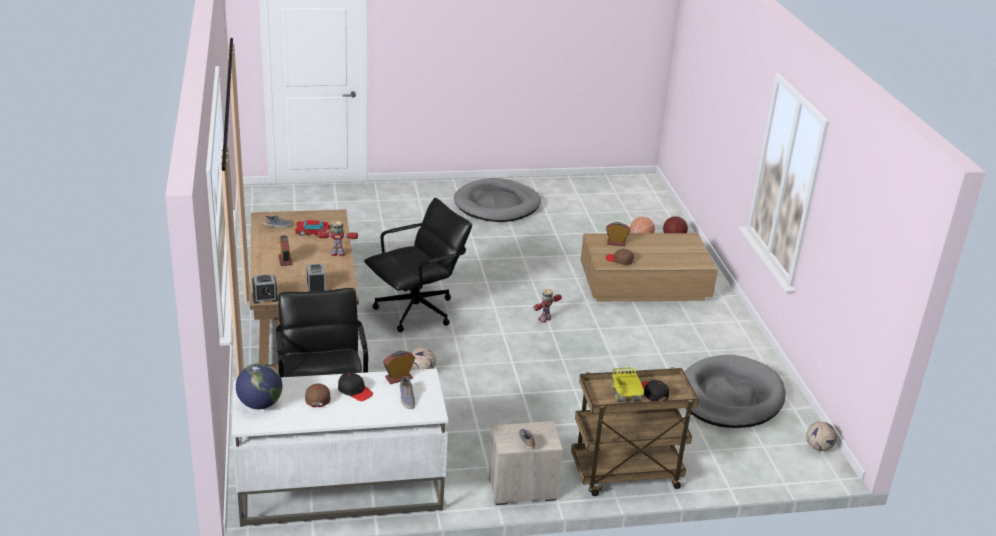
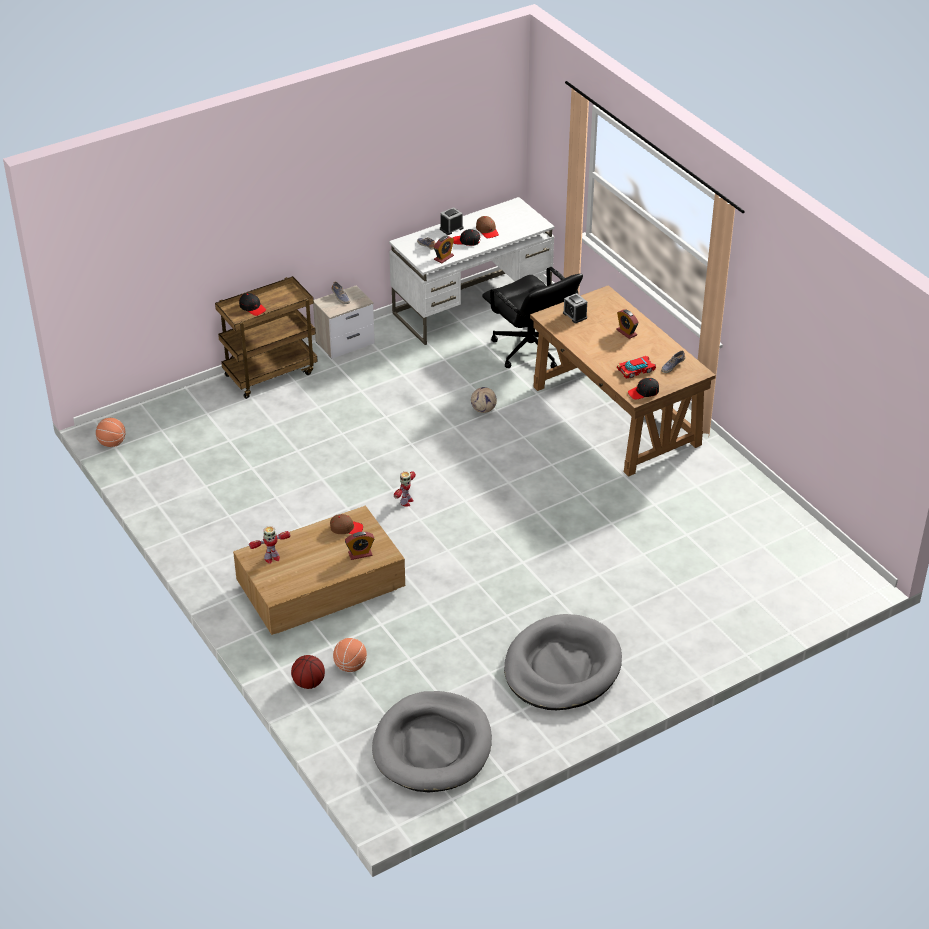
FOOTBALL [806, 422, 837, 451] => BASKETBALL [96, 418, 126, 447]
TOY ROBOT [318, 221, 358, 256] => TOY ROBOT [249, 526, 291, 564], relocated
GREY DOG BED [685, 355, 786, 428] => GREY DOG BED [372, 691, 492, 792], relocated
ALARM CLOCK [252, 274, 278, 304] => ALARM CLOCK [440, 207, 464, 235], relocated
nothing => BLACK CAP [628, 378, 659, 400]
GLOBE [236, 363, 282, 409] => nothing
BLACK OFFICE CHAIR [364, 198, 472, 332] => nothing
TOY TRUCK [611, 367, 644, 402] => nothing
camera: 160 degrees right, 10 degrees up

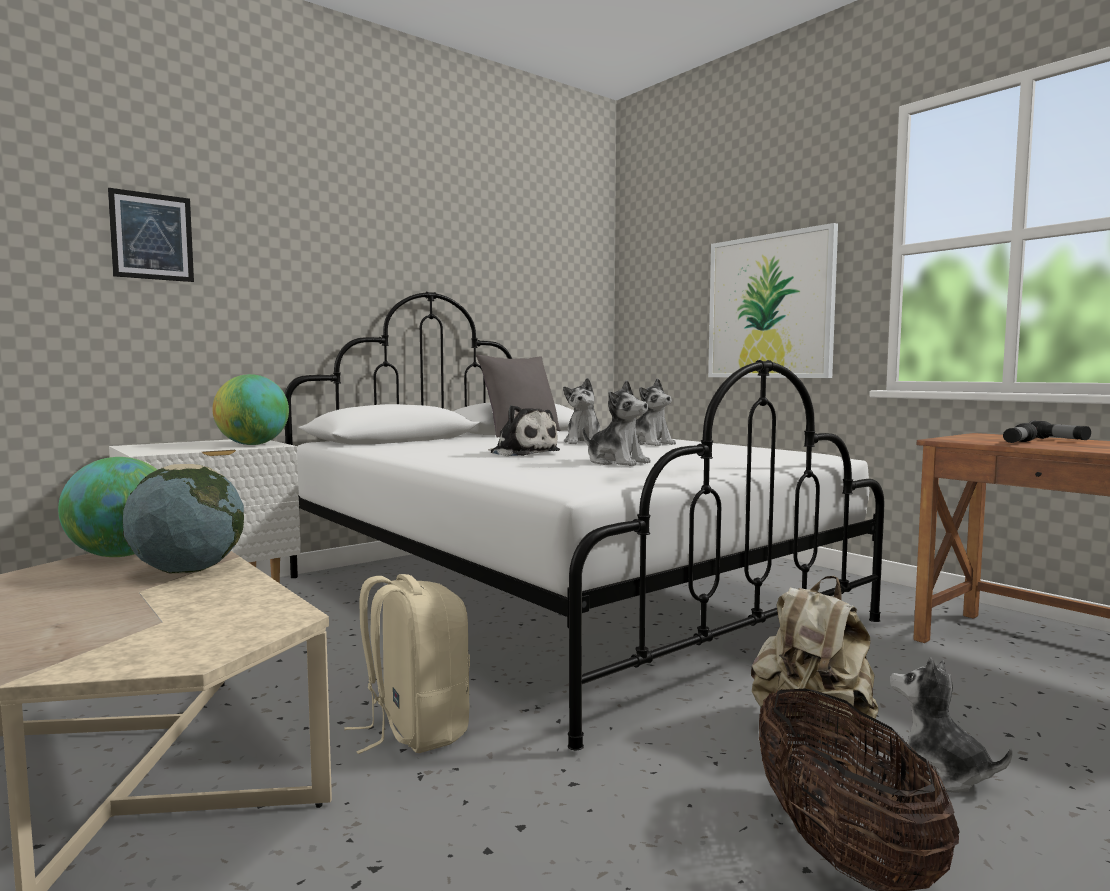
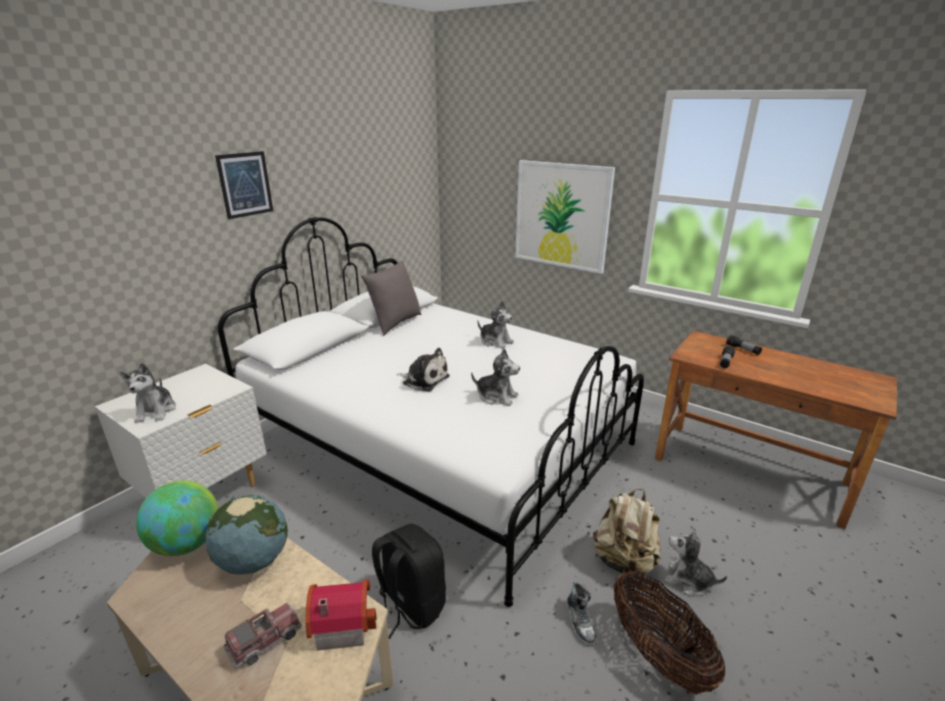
PLUSH TOY [563, 378, 601, 444] => PLUSH TOY [119, 363, 176, 423], relocated
PICTURE [108, 188, 194, 282] => PICTURE [215, 151, 273, 219], relocated
nothing => TOY TRUCK [223, 603, 302, 669]
nothing => TOY HOUSE [305, 579, 377, 651]
BEIGE BACKPACK [344, 574, 470, 754] => BLACK BACKPACK [372, 524, 446, 639]
nothing => SHOE [567, 582, 596, 646]
GLOBE [212, 374, 289, 445] => nothing
camera: 15 degrees left, 20 degrees up

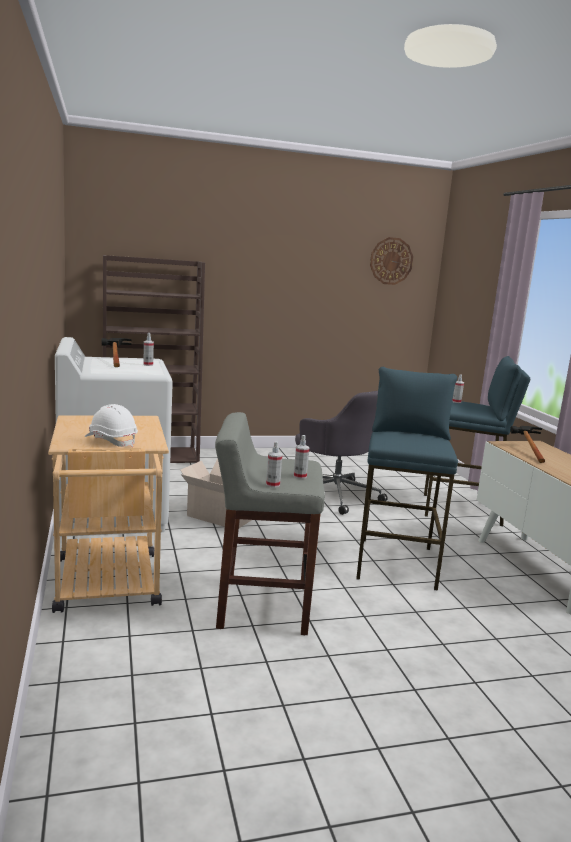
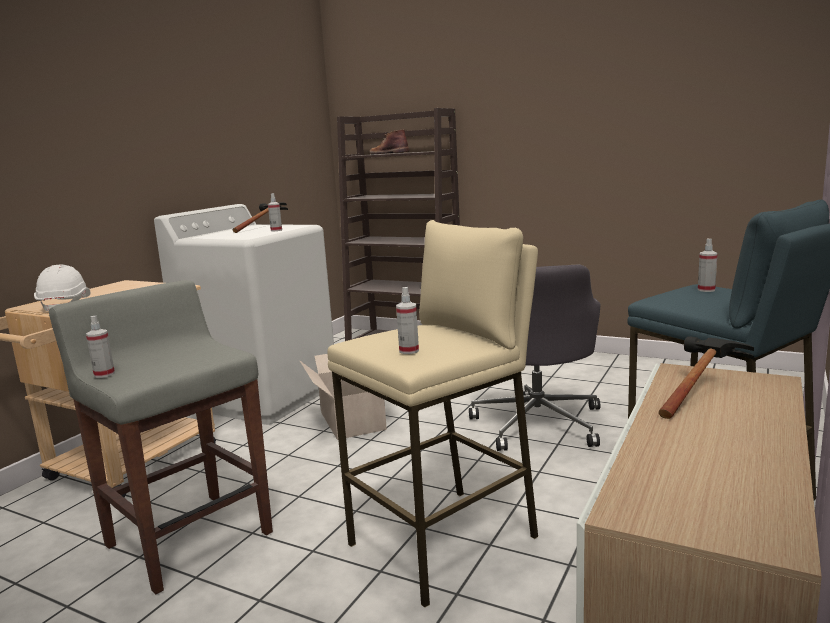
BLUE STOOL [356, 367, 458, 591] => BEIGE STOOL [327, 220, 539, 608]
nothing => BROWN BOOT [369, 129, 409, 154]
SPRAY BOTTLE [294, 435, 309, 479] => SPRAY BOTTLE [396, 287, 419, 354], relocated
WALL CLOCK [370, 237, 413, 285] => nothing
camera: 45 degrees right, 0 degrees up

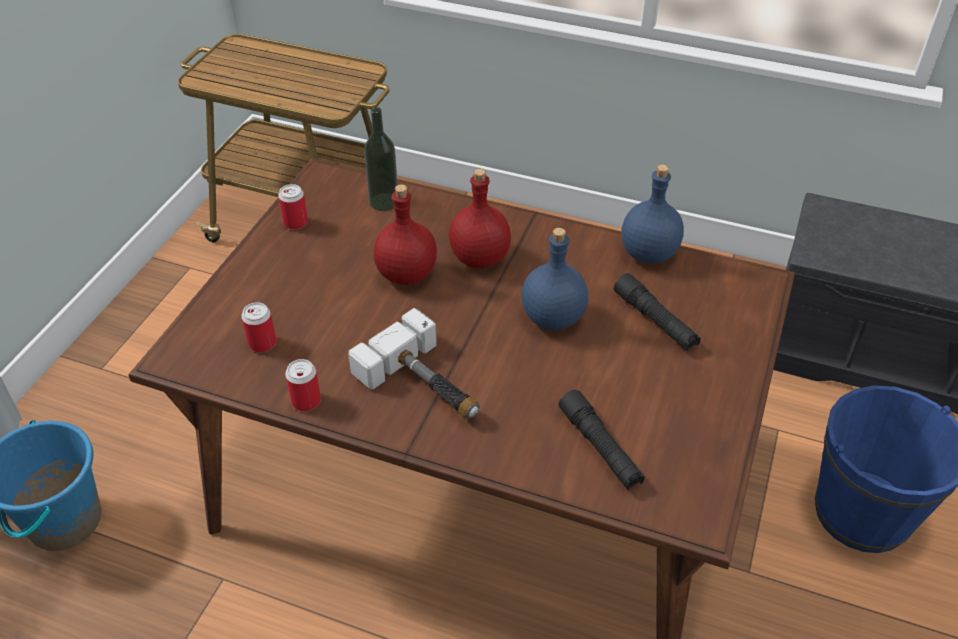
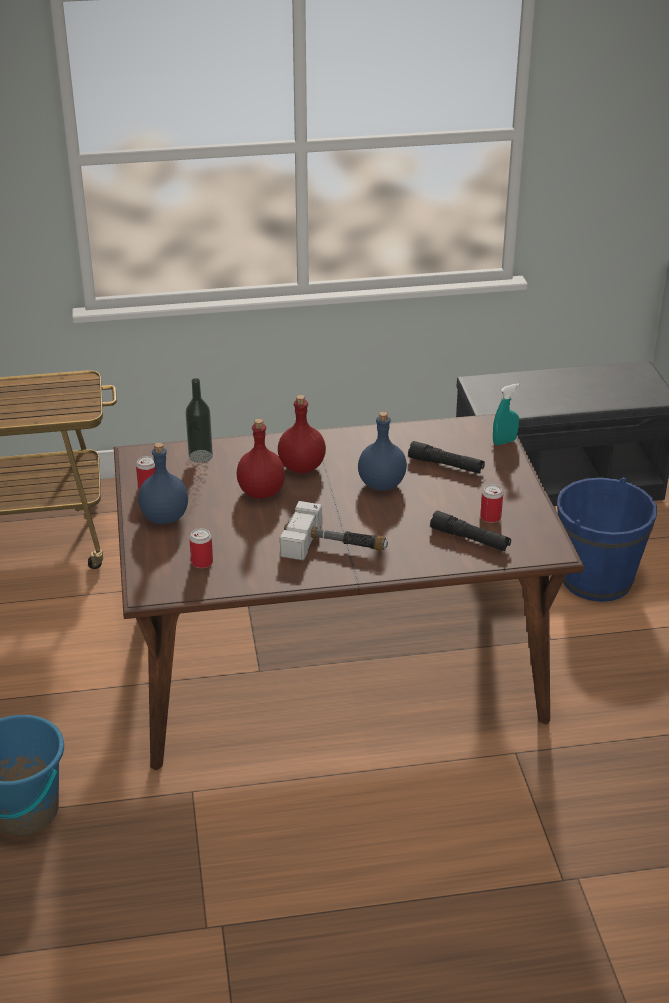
BLUE BOTTLE [621, 164, 684, 264] => BLUE BOTTLE [138, 443, 188, 524], relocated
CAN [285, 359, 321, 411] => CAN [480, 485, 503, 523], relocated
nothing => TURQUOISE SPRAY BOTTLE [493, 383, 519, 445]
camera: 30 degrees left, 10 degrees down

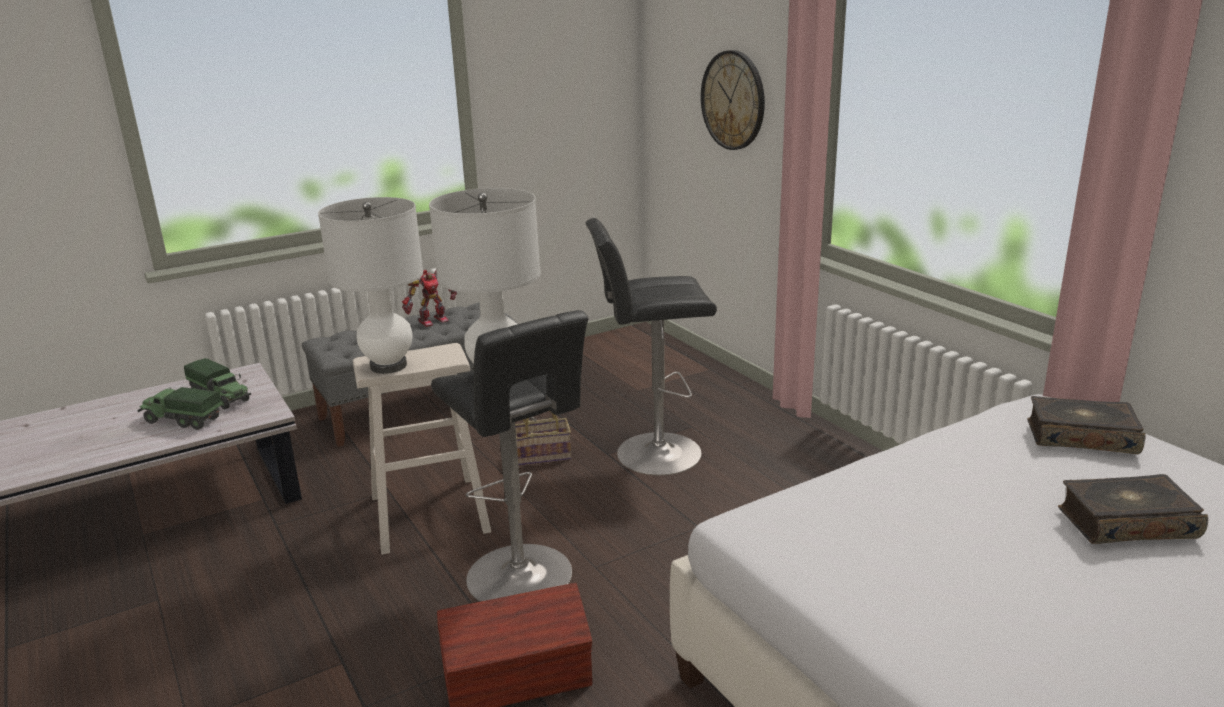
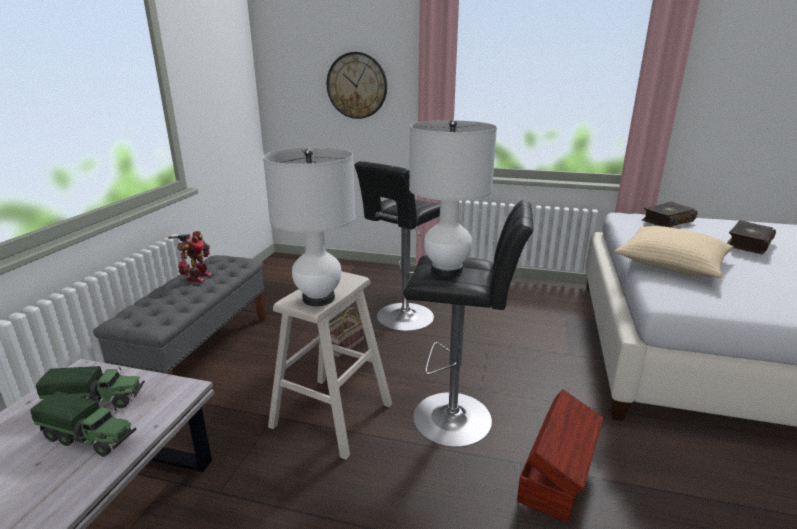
TOY TRUCK [137, 387, 222, 430] => TOY TRUCK [30, 391, 136, 457], 135 degrees counterclockwise
nothing => BEIGE PILLOW [615, 226, 733, 278]
camera: 45 degrees left, 0 degrees up

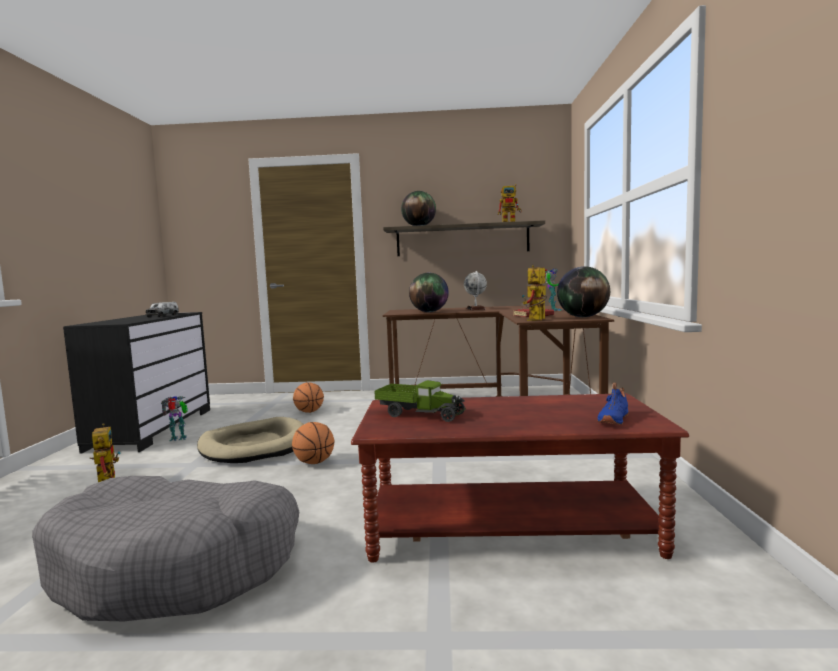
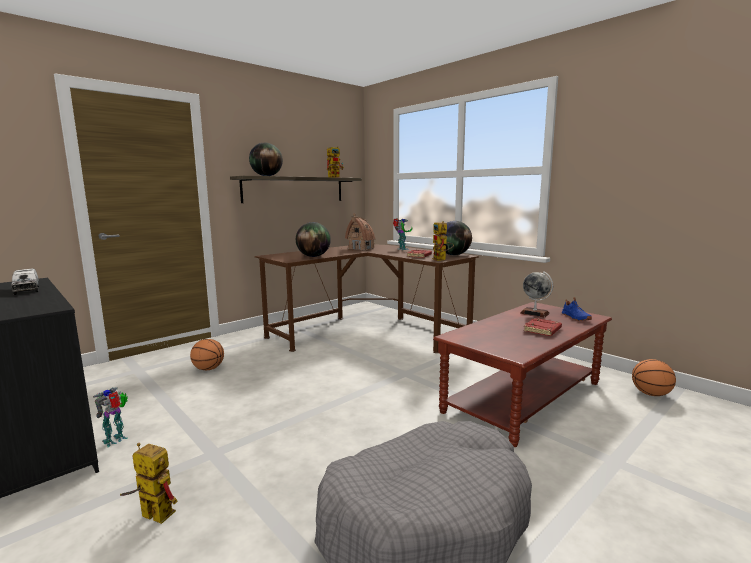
nothing => TOY HOUSE [345, 213, 375, 250]
GLOBE [464, 271, 487, 310] => GLOBE [520, 271, 553, 318], relocated
nothing => RED BOOK [523, 318, 562, 336]
BASKETBALL [292, 422, 334, 464] => BASKETBALL [632, 359, 676, 396], relocated
BEIGE DOG BED [197, 417, 304, 463] => nothing
TOY TRUCK [374, 380, 466, 422] => nothing
camera: 45 degrees left, 5 degrees up

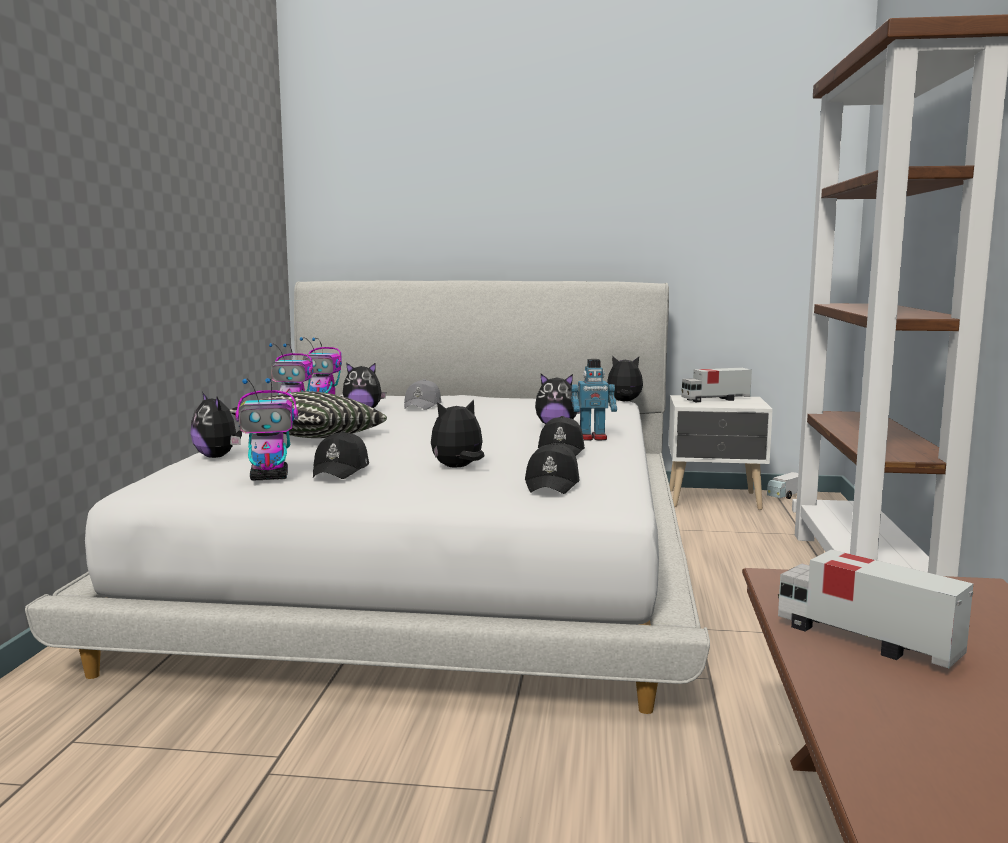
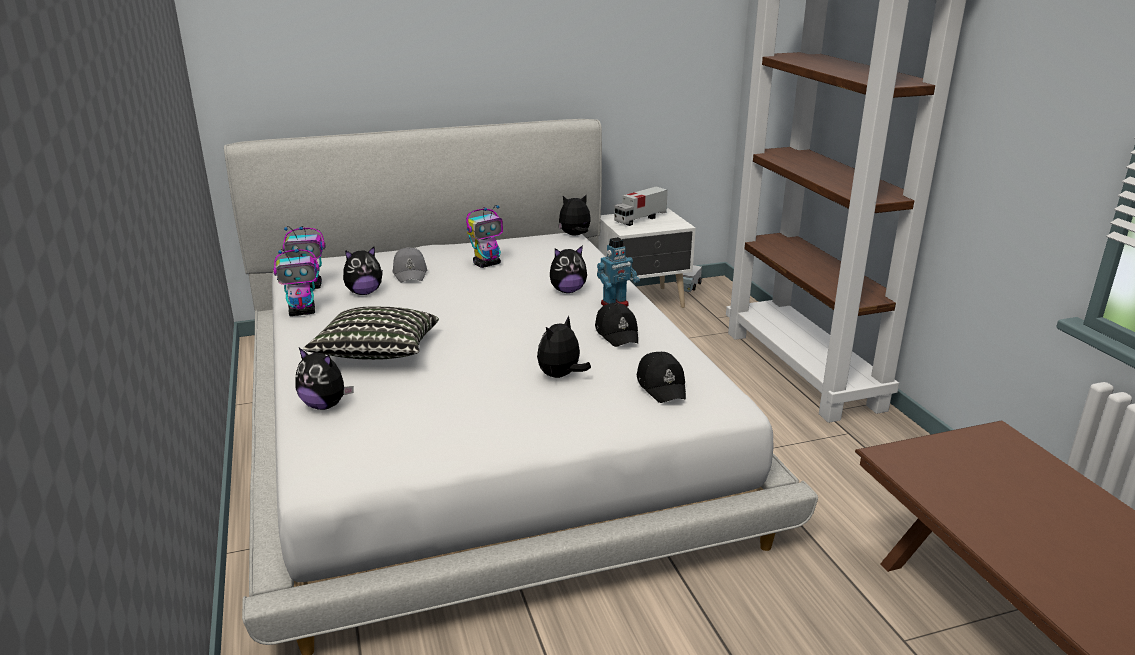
TOY ROBOT [235, 378, 298, 480] => TOY ROBOT [466, 205, 503, 268], relocated
BLACK CAP [313, 431, 369, 479] => nothing
TOY TRUCK [778, 550, 973, 668] => nothing
camera: 25 degrees left, 15 degrees up

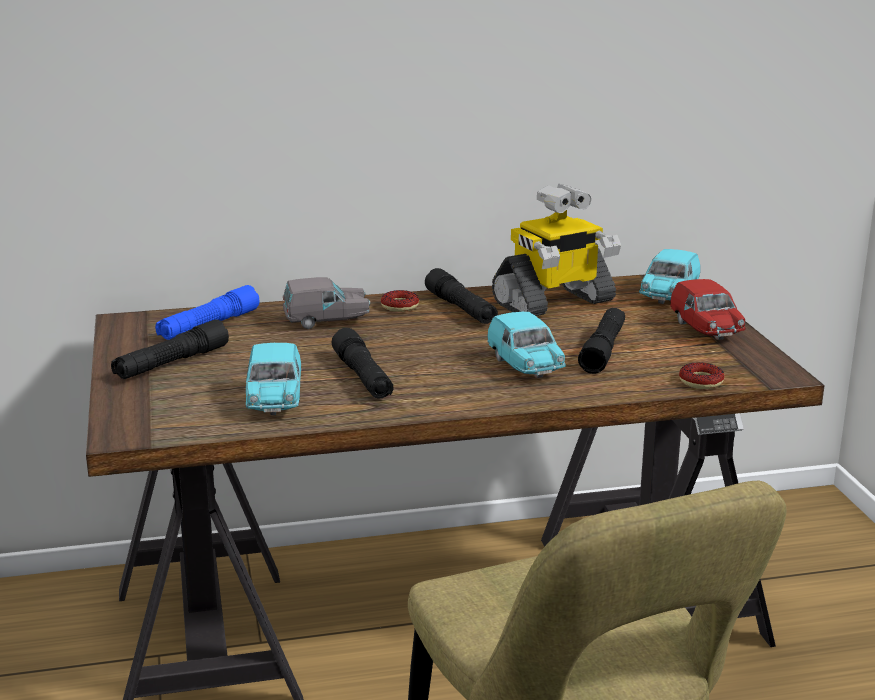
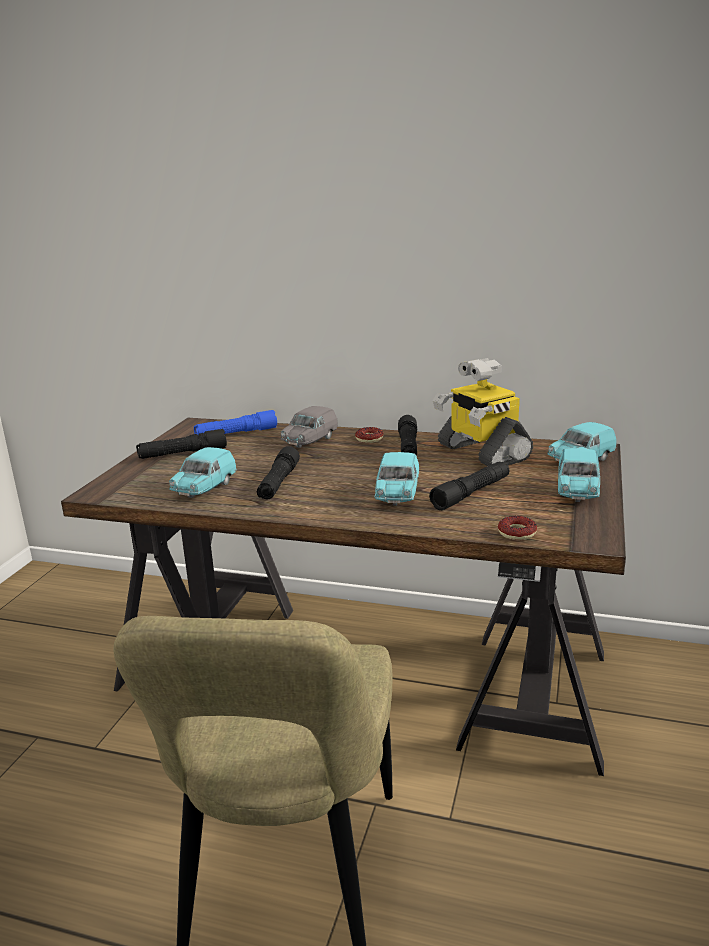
GREY TOY CAR [283, 277, 370, 329] => GREY TOY CAR [280, 406, 338, 448], 105 degrees clockwise
TOY ROBOT [492, 183, 621, 316] => TOY ROBOT [433, 358, 533, 466], 60 degrees clockwise
RED TOY CAR [670, 279, 746, 340] => TURQUOISE TOY CAR [558, 448, 600, 502]
camera: 30 degrees right, 0 degrees up

